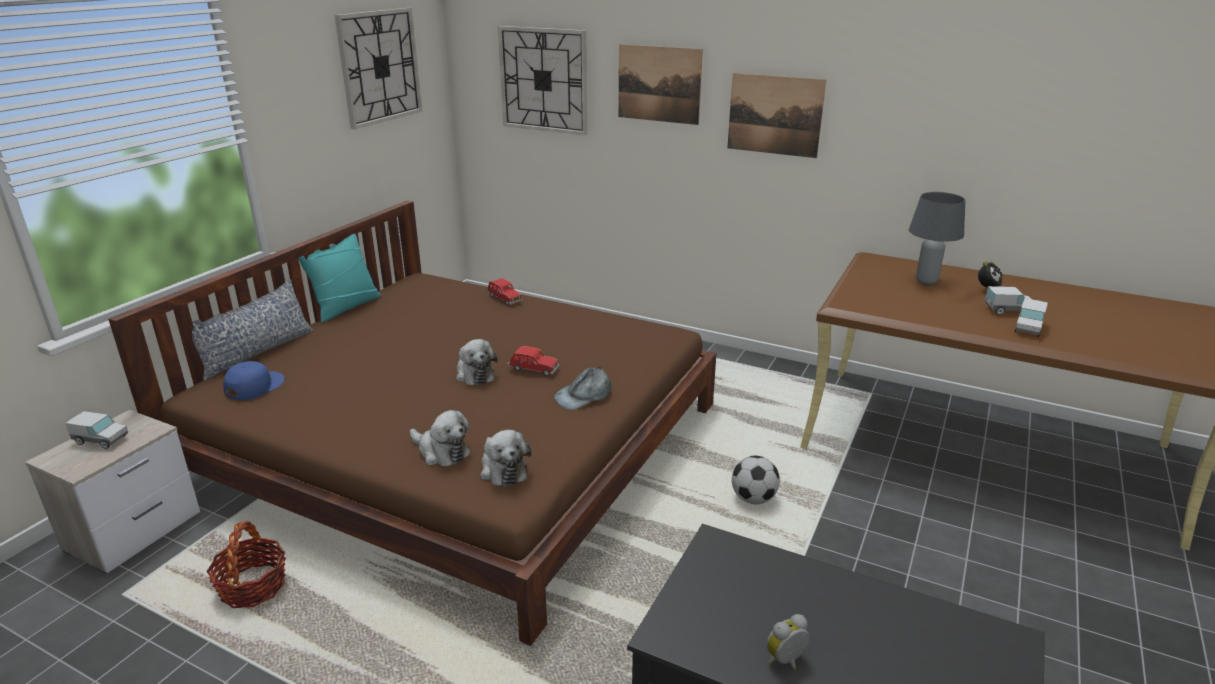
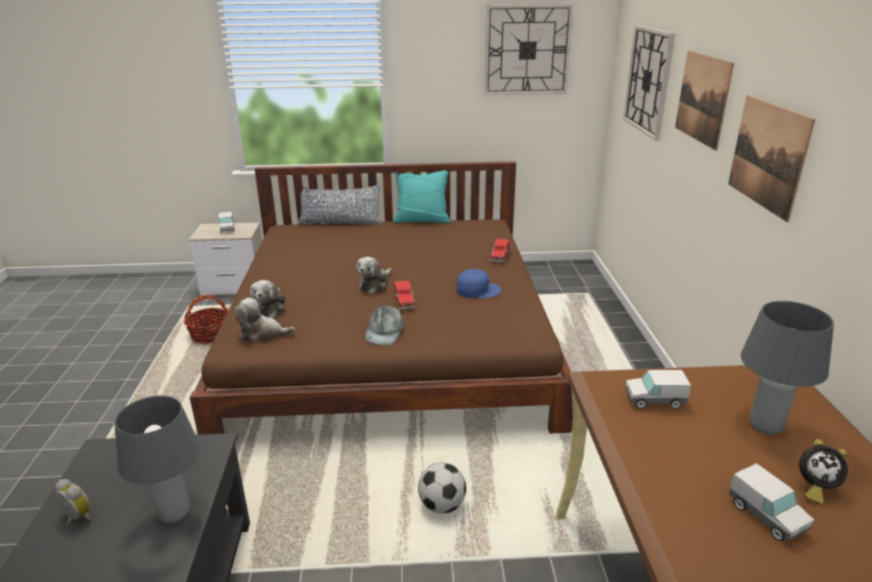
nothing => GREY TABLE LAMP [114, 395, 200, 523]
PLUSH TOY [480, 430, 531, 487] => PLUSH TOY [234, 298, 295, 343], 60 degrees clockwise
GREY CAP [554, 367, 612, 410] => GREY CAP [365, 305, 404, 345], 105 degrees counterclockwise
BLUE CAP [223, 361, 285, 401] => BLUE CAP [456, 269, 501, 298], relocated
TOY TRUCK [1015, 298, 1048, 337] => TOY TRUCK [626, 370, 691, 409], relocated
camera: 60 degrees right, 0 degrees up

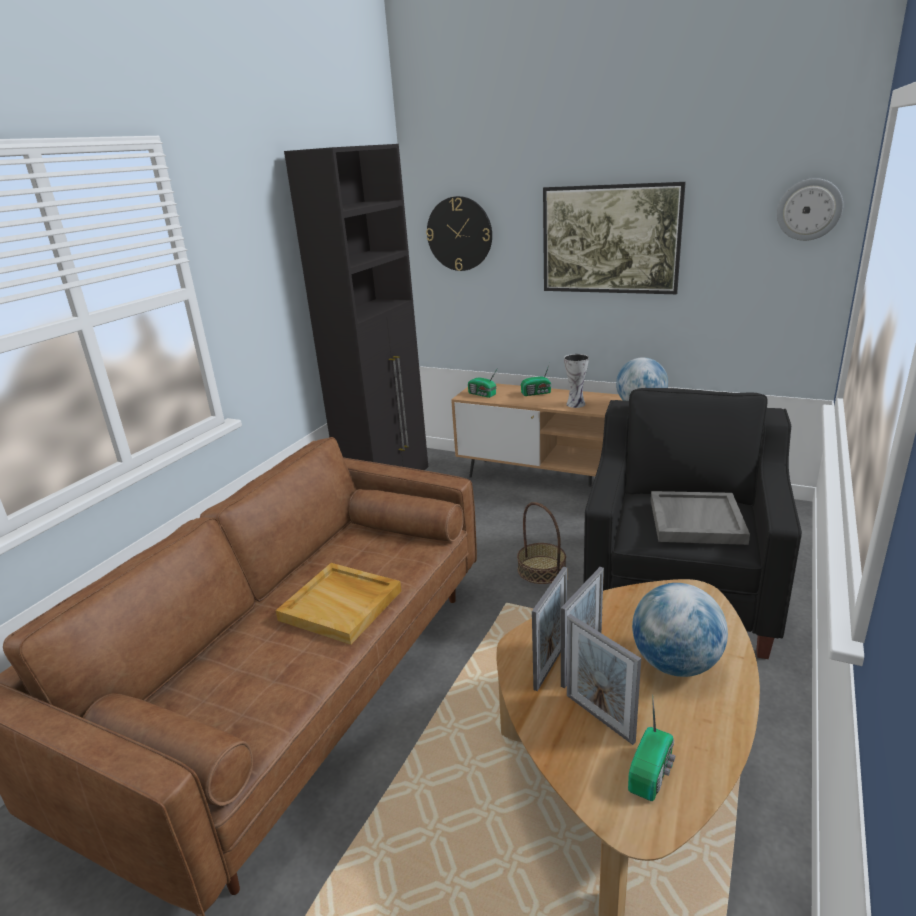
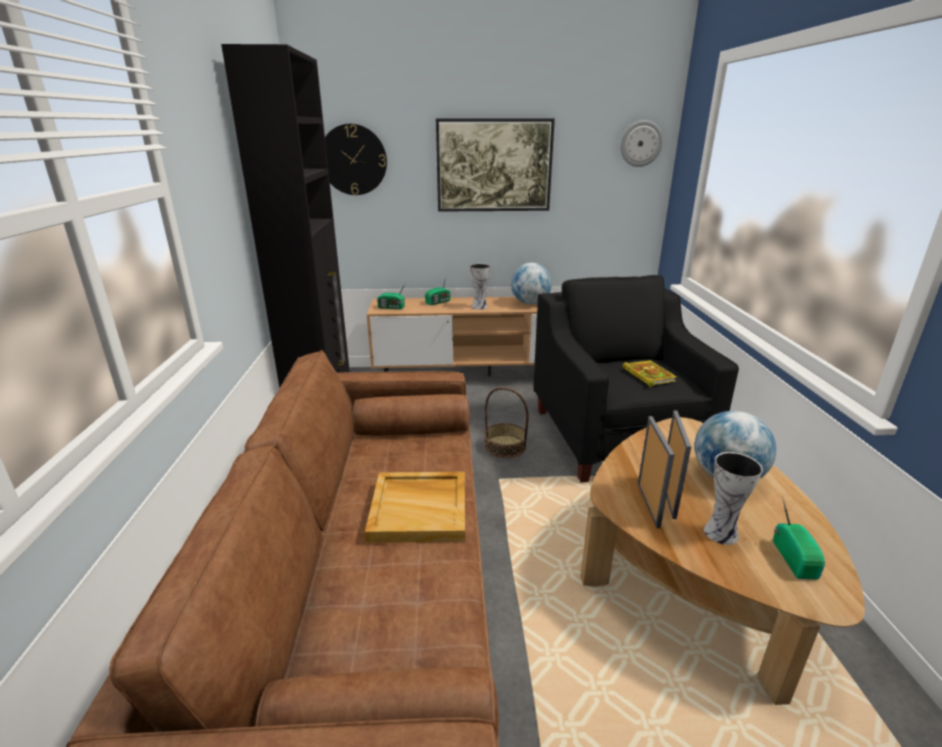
GREY TRAY [651, 491, 750, 545] => BOOK [622, 360, 676, 387]
PICTURE FRAME [567, 614, 641, 745] => VASE [704, 452, 763, 545]
camera: 30 degrees left, 0 degrees up

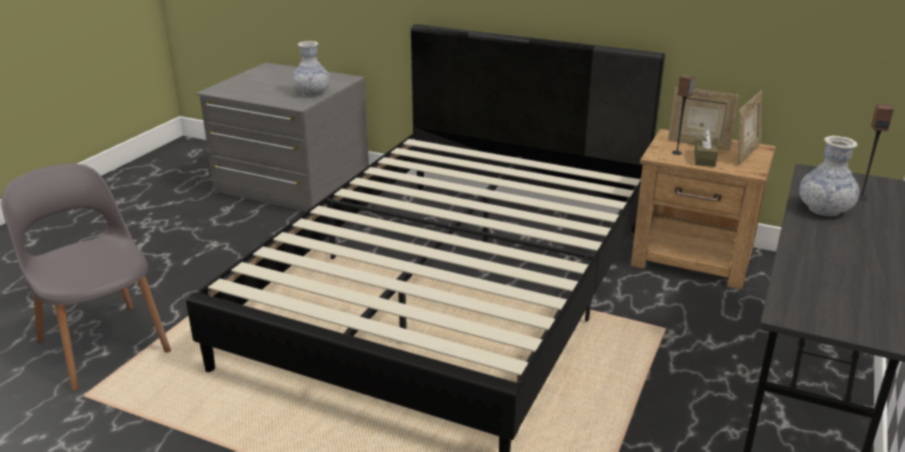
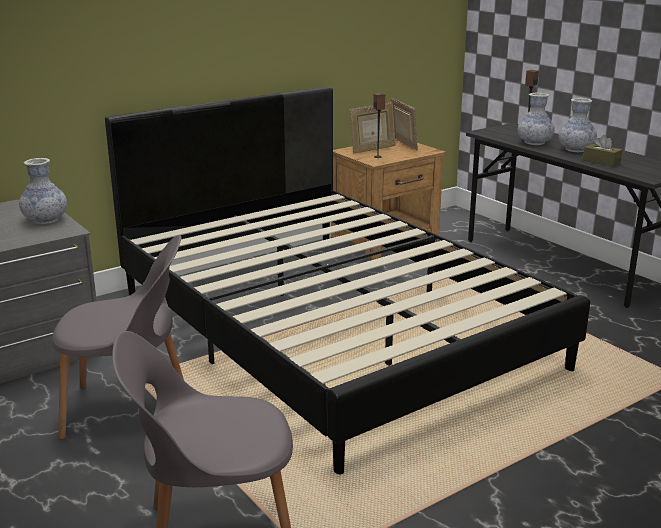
nothing => GREY CHAIR [52, 235, 184, 439]
nothing => VASE [558, 98, 597, 152]
BROWN TISSUE BOX [694, 129, 718, 167] => BROWN TISSUE BOX [583, 135, 622, 167], relocated
camera: 60 degrees left, 5 degrees down

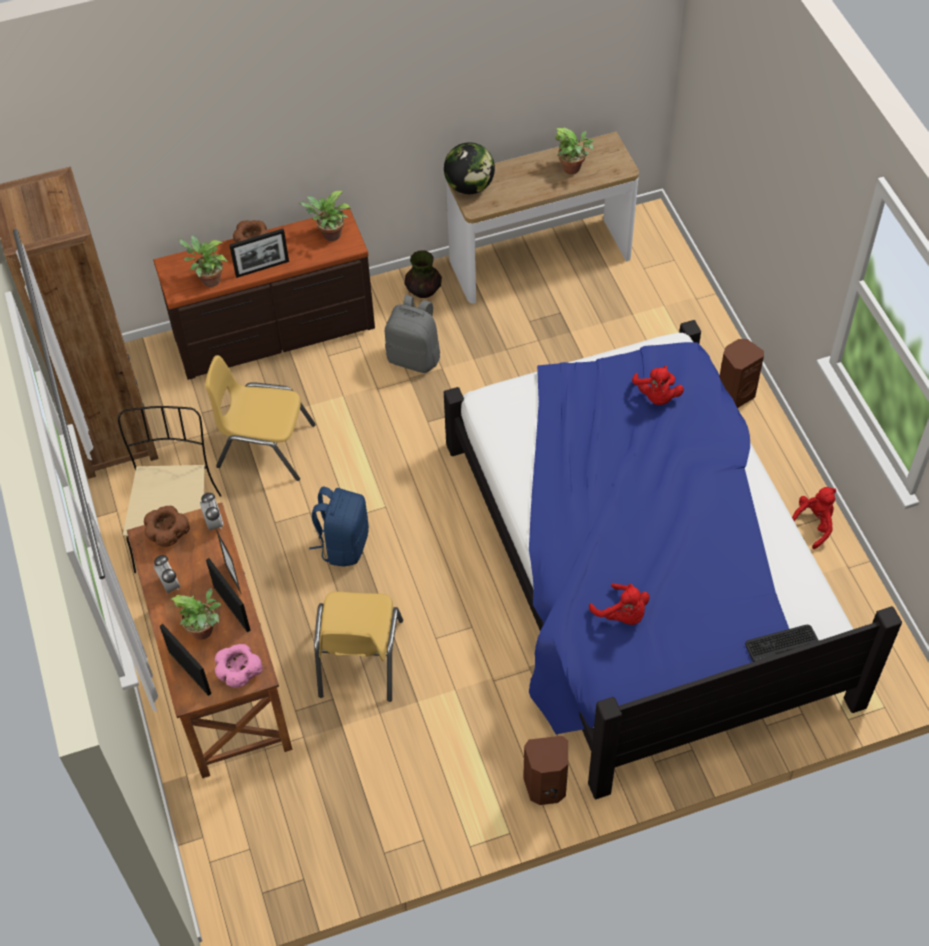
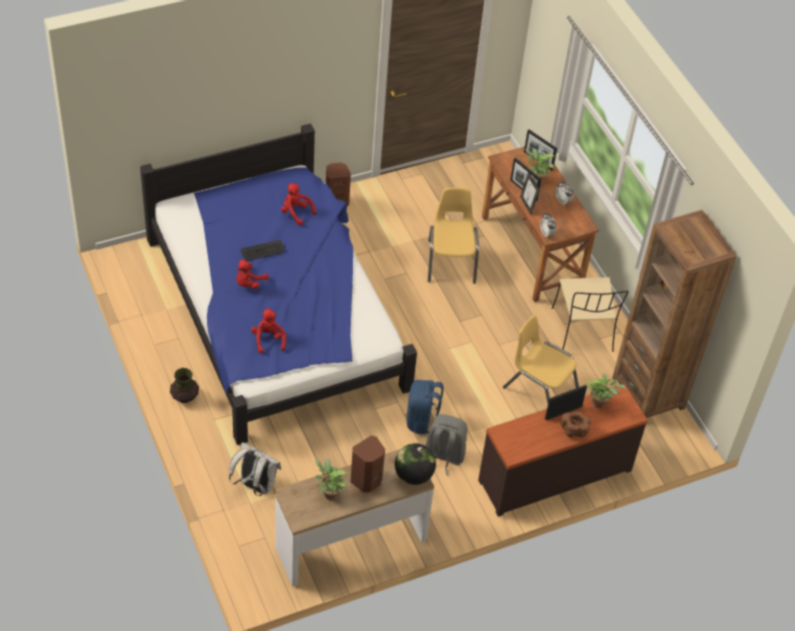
VASE [405, 250, 442, 298] => VASE [170, 368, 199, 403], relocated
nothing => WHITE BACKPACK [229, 442, 281, 496]
RED PLUSH TOY [792, 487, 836, 549] => RED PLUSH TOY [236, 260, 269, 289], relocated
KEYBOARD [745, 625, 819, 662] => KEYBOARD [241, 240, 285, 261], relocated
BROWN SPEAKER [720, 339, 764, 408] => BROWN SPEAKER [351, 436, 385, 492], relocated
BLUE BACKPACK [309, 487, 369, 566] => BLUE BACKPACK [407, 380, 444, 434], relocated
YELLOW CHAIR [205, 355, 316, 481] => YELLOW CHAIR [503, 315, 579, 403], 150 degrees counterclockwise
BROWN BOWL [144, 506, 190, 547] => nothing
PINK BOWL [215, 644, 262, 688] => nothing
POTTED PLANT [298, 191, 351, 241] => nothing
camera: 170 degrees right, 5 degrees down

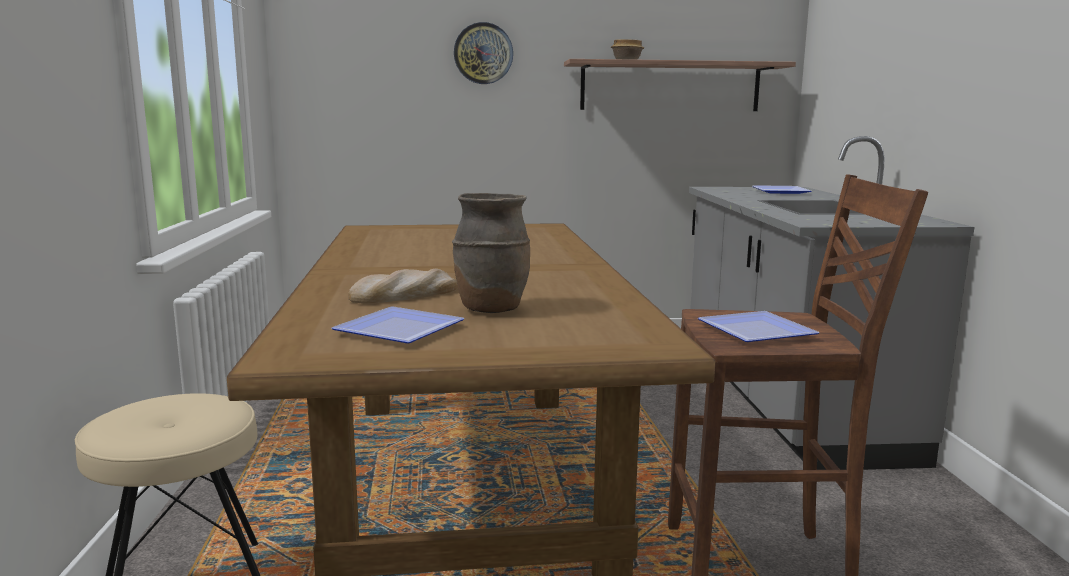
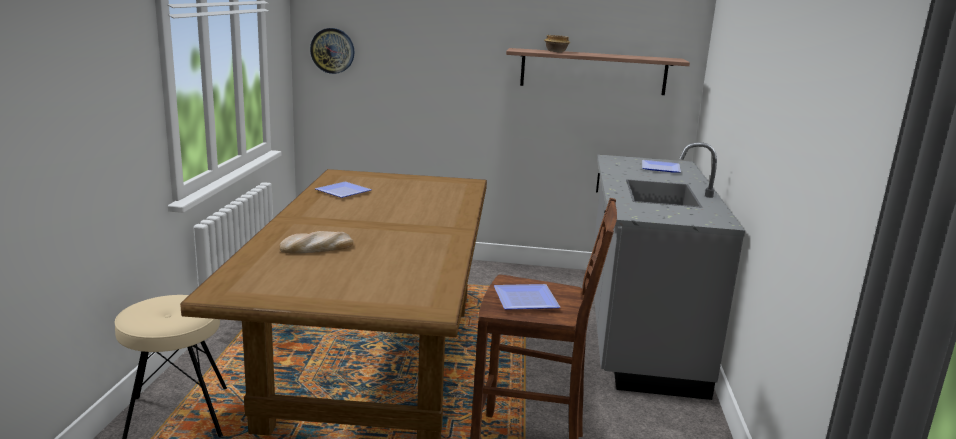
WALL CLOCK [454, 22, 513, 84] => WALL CLOCK [310, 28, 355, 74], relocated
PLATE [331, 306, 465, 344] => PLATE [315, 182, 372, 198], relocated
BROWN VASE [452, 193, 530, 313] => nothing
camera: 10 degrees right, 5 degrees up

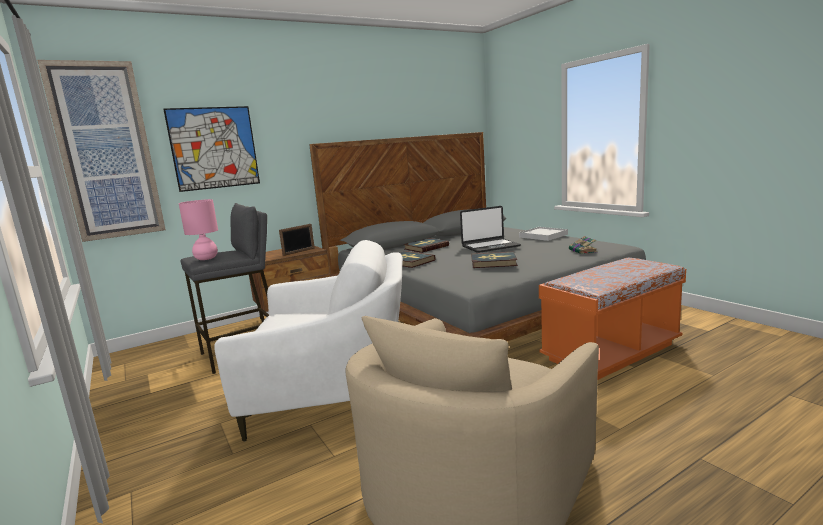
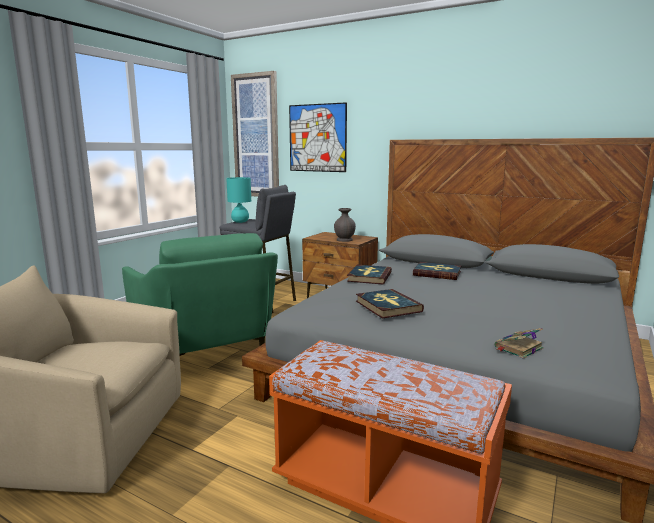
WHITE ARMCHAIR [214, 240, 403, 442] => GREEN ARMCHAIR [122, 233, 278, 356]
PINK TABLE LAMP [179, 199, 218, 260] => TURQUOISE TABLE LAMP [226, 177, 251, 223]
PICTURE FRAME [279, 224, 315, 256] => GREY VASE [334, 208, 356, 242]
LAPTOP [460, 206, 521, 253] => nothing
WHITE TRAY [519, 227, 568, 241] => nothing
camera: 60 degrees right, 0 degrees up

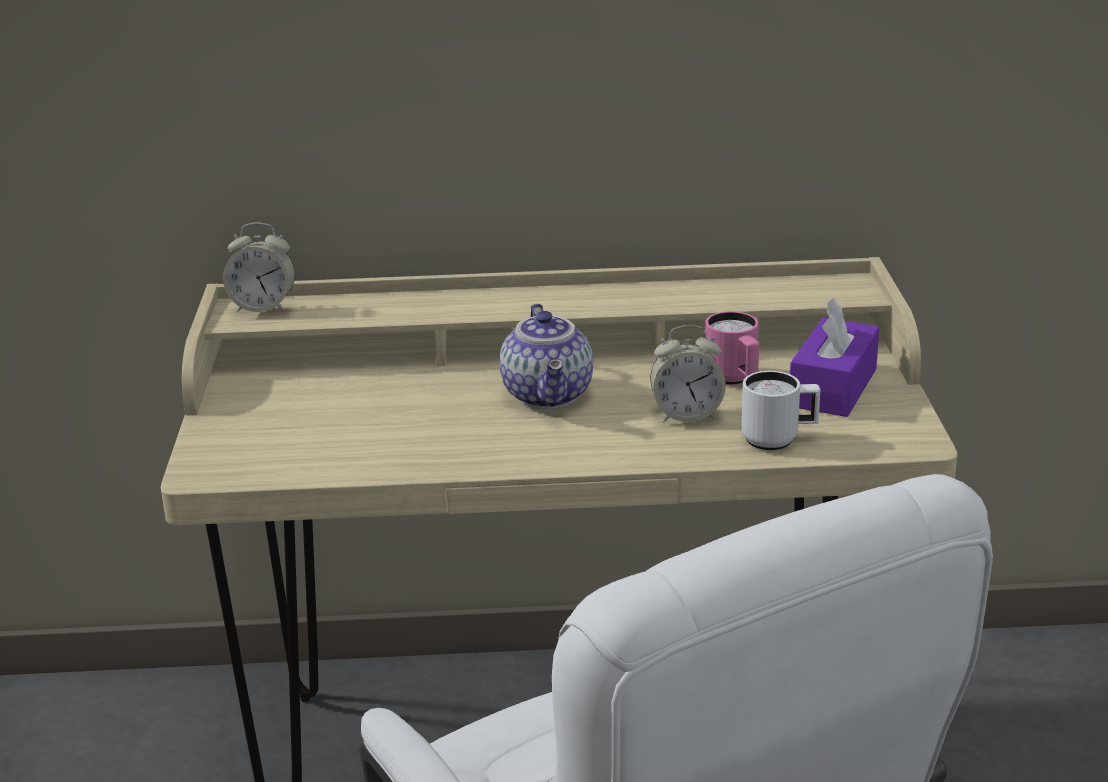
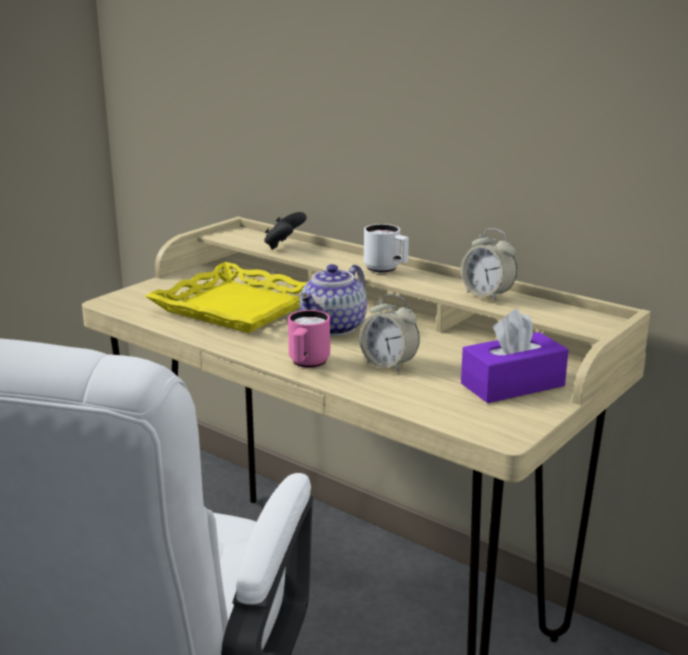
nothing => YELLOW TRAY [145, 262, 309, 333]
nothing => BLACK GAME CONTROLLER [264, 212, 307, 250]
PINK MUG [705, 311, 759, 385] => PINK MUG [288, 310, 330, 368], relocated
WHITE MUG [741, 371, 820, 451] => WHITE MUG [364, 224, 409, 273], relocated
ALARM CLOCK [223, 223, 295, 312] => ALARM CLOCK [461, 229, 517, 301], relocated
camera: 40 degrees right, 5 degrees down

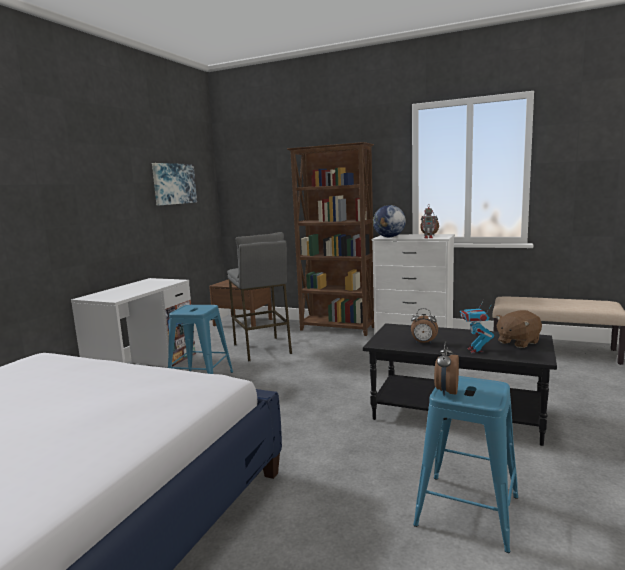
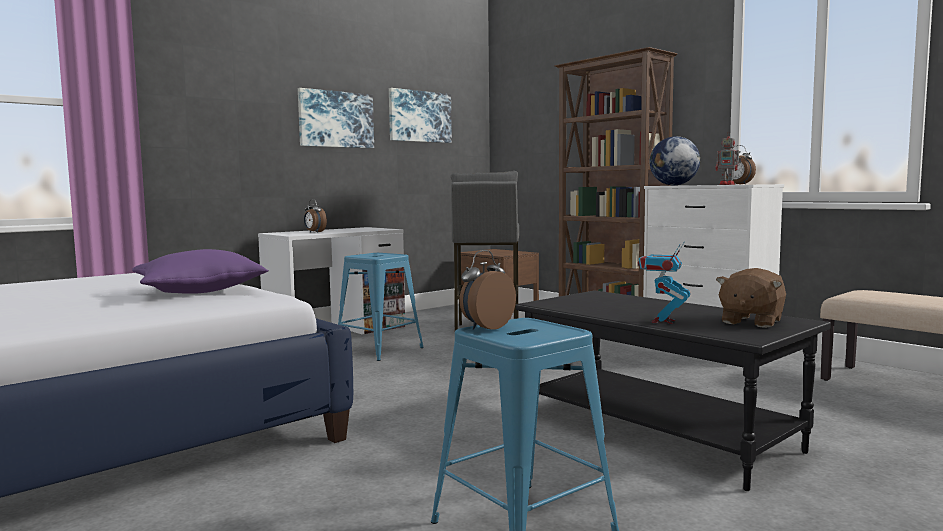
nothing => PURPLE PILLOW [132, 249, 269, 294]
nothing => PICTURE [298, 88, 374, 148]
ALARM CLOCK [411, 308, 438, 343] => ALARM CLOCK [304, 199, 327, 233], relocated
BROWN PLUSH TOY [496, 310, 542, 348] => BROWN PLUSH TOY [716, 268, 786, 328], 45 degrees counterclockwise
camera: 25 degrees right, 5 degrees down

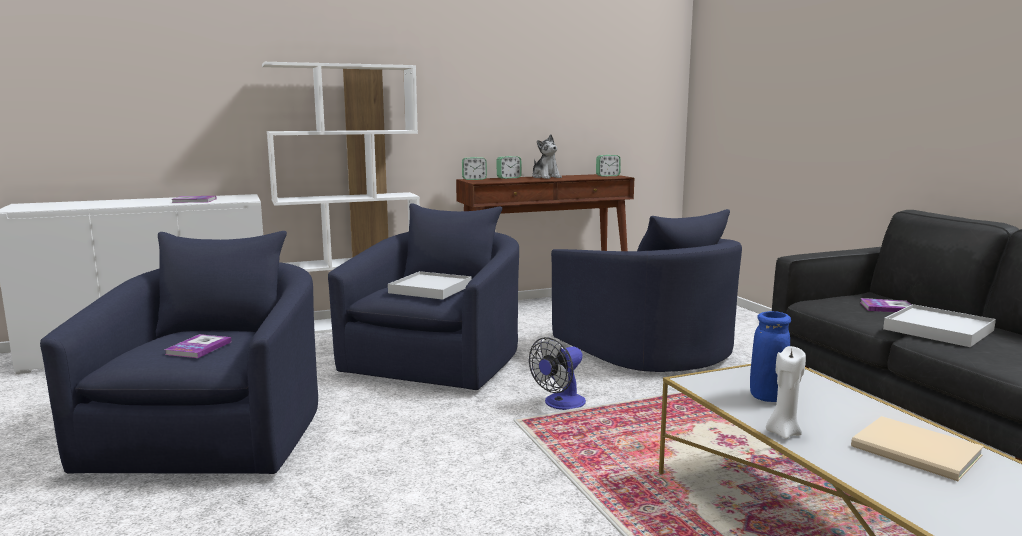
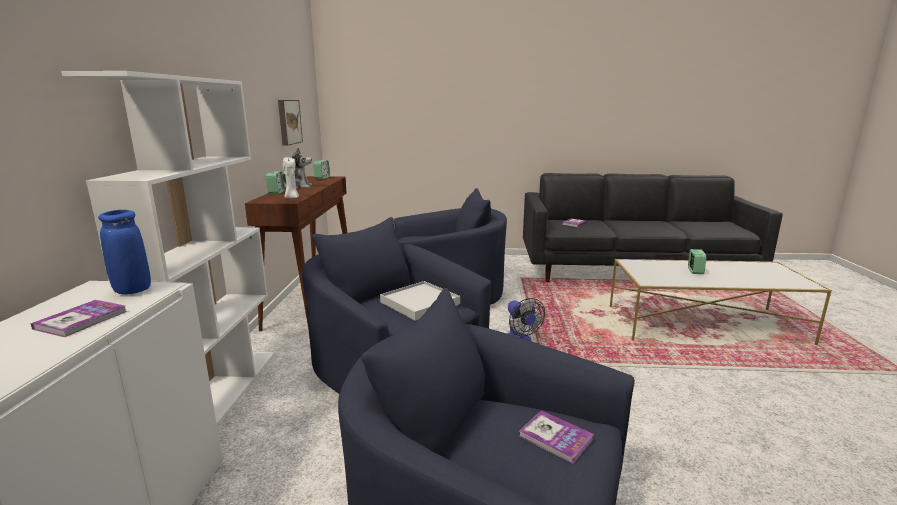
BLUE VASE [750, 311, 791, 402] => BLUE VASE [98, 210, 151, 295], relocated
nothing => PICTURE [278, 100, 303, 146]
WHITE CANDLE [766, 346, 806, 439] => WHITE CANDLE [283, 157, 299, 198], relocated
ALARM CLOCK [462, 157, 487, 180] => ALARM CLOCK [688, 249, 706, 274], relocated
BEIGE BOOK [851, 416, 984, 481] => nothing
WHITE TRAY [883, 304, 996, 347] => nothing
camera: 65 degrees left, 5 degrees up

